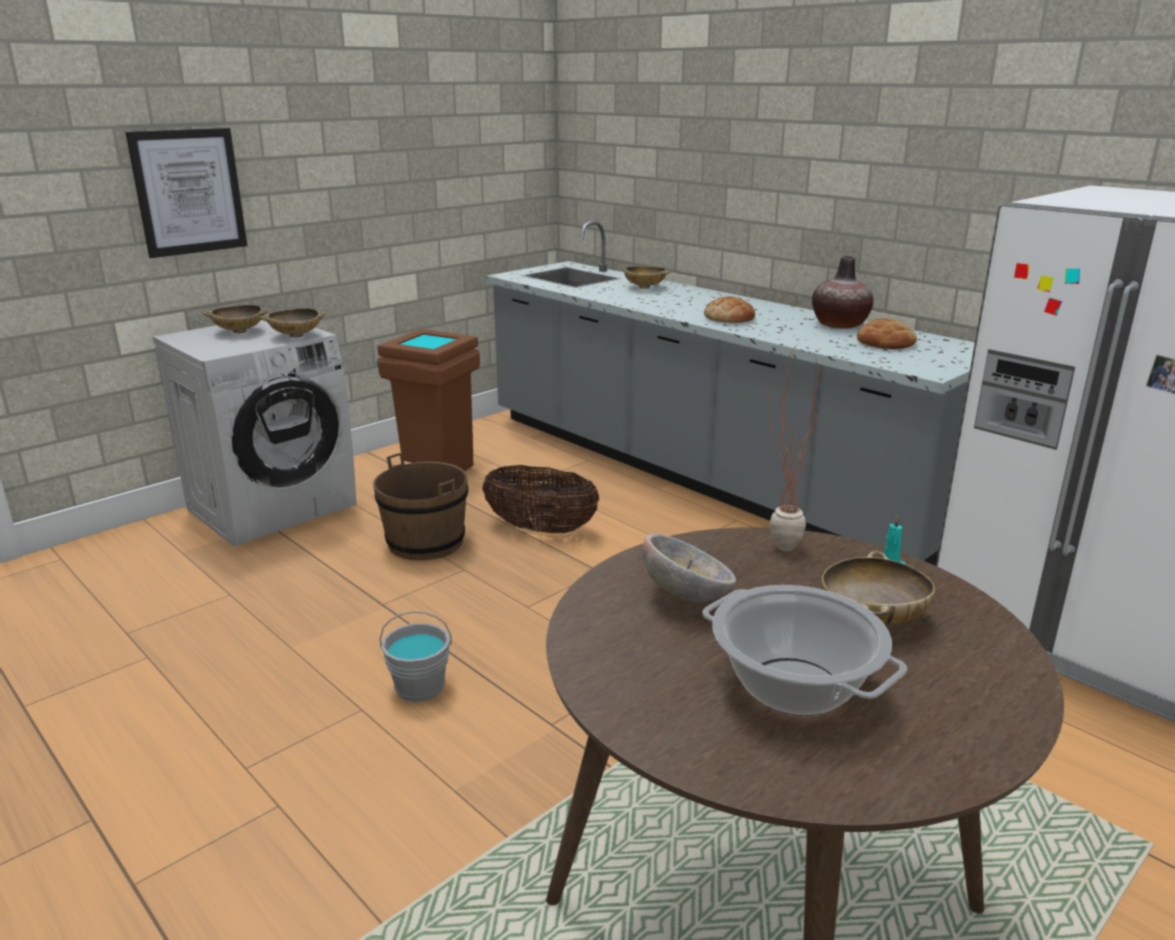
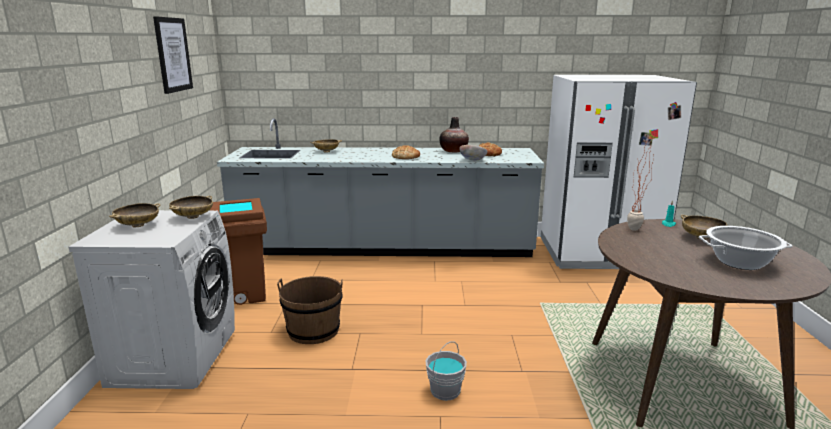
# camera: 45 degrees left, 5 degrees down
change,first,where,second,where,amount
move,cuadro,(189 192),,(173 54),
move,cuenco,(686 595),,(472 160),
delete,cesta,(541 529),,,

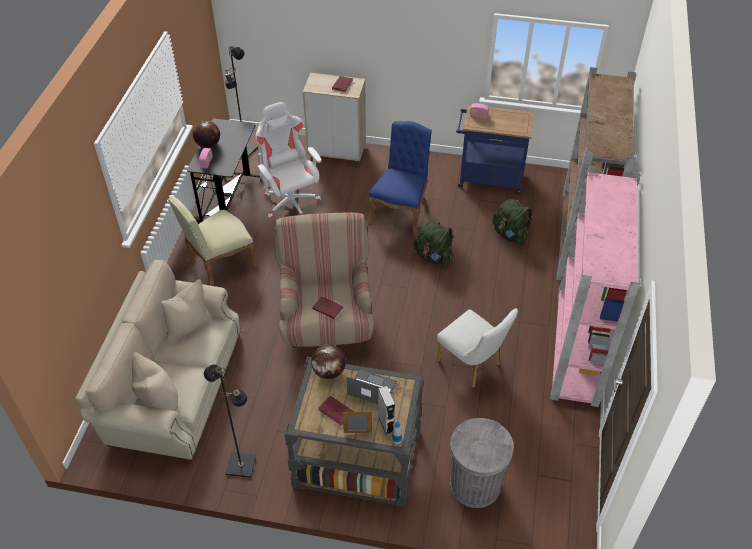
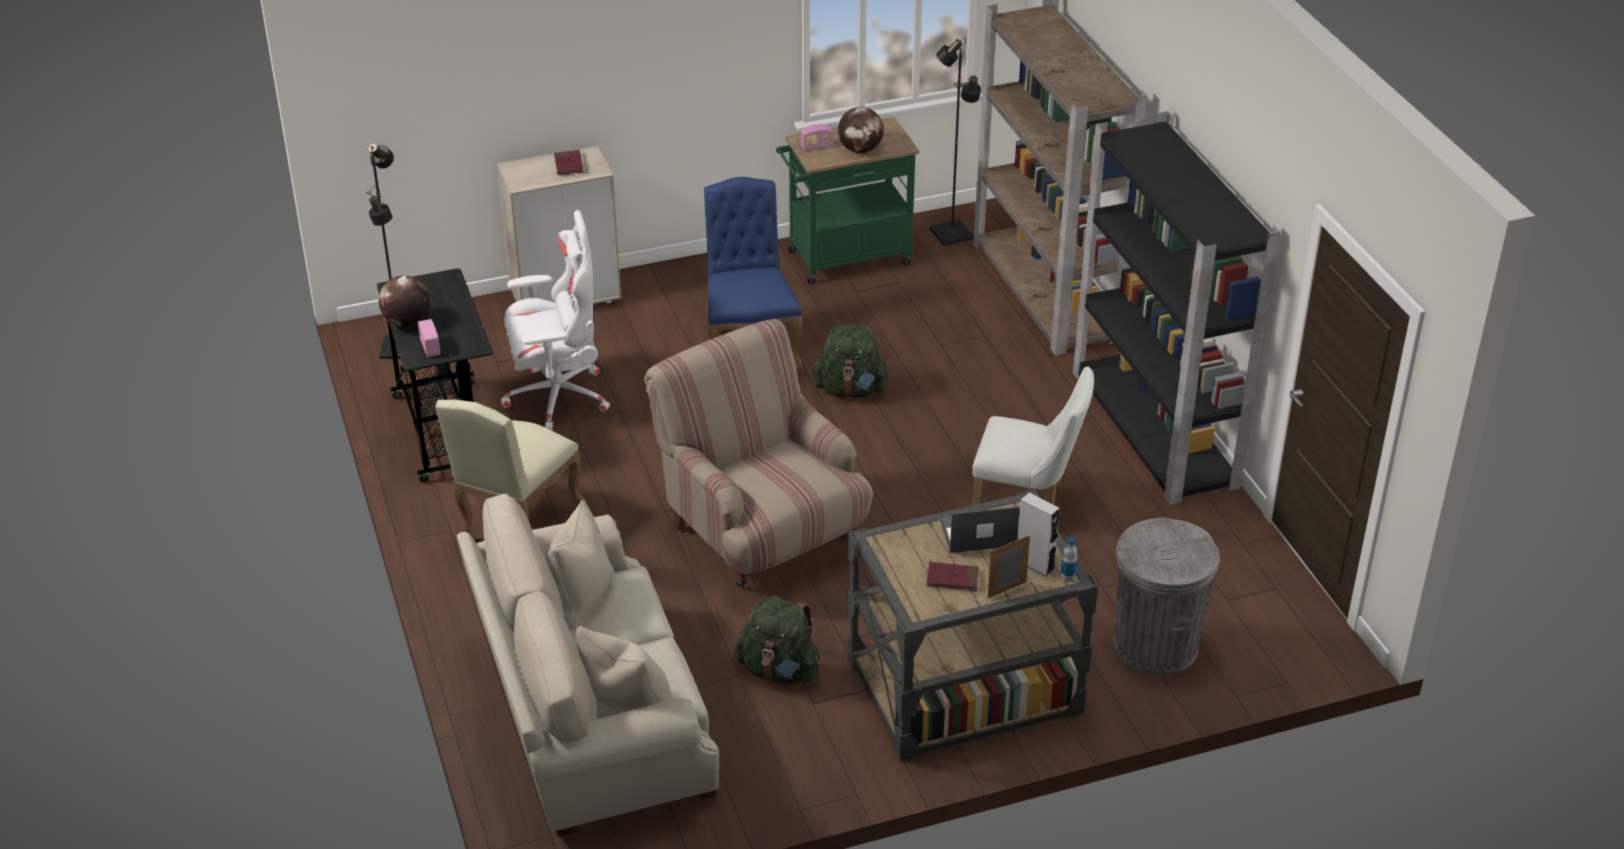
# camera: 30 degrees left, 10 degrees down
change,first,where,second,where,amount
rotate,silla de oficina/blanco,(291 204),,(556 398),135 degrees clockwise
move,mochila/verde,(509 234),,(779 671),
recolor,carrito/azul,(488 179),carrito/verde,(845 259),
move,globo terráqueo,(329 372),,(860 150),
move,lámpara de pie/negro,(241 465),,(952 234),
recolor,estantería/rosa,(577 347),estantería/negro,(1154 429),
delete,libro/rojo,(327 308),,,

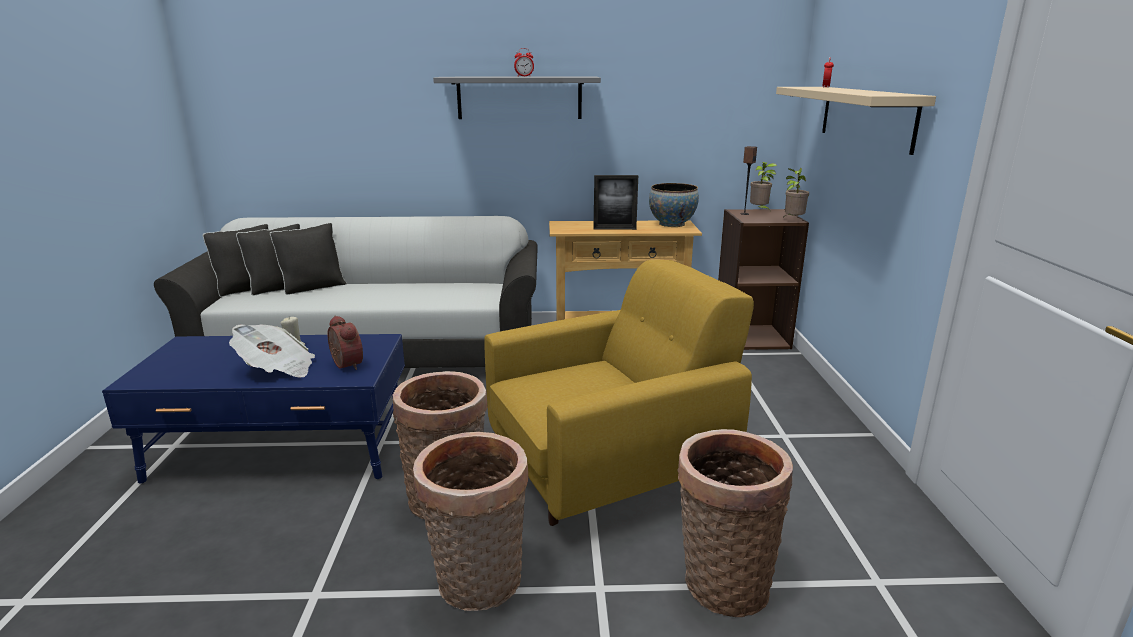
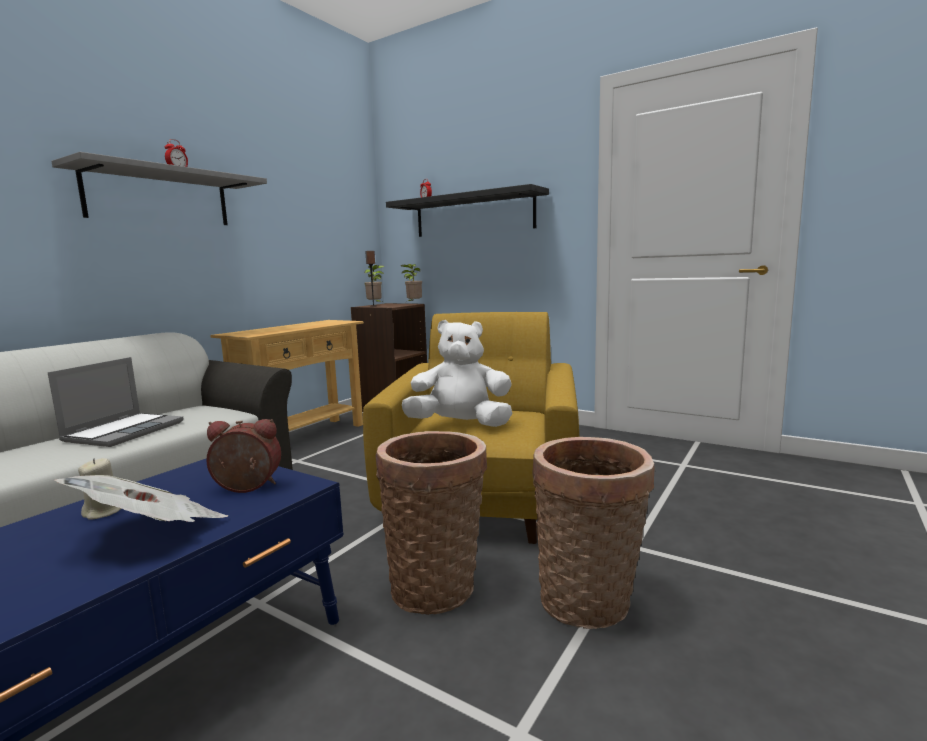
# camera: 55 degrees left, 10 degrees down
change,first,where,second,where,amount
insert,,,portátil,(125 431),
recolor,estante/beis,(866 116),estante/negro,(473 215),
insert,,,peluche/blanco,(460 425),
delete,portarretratos,(614 229),,,
delete,cuenco,(672 224),,,
delete,cesta,(721 582),,,

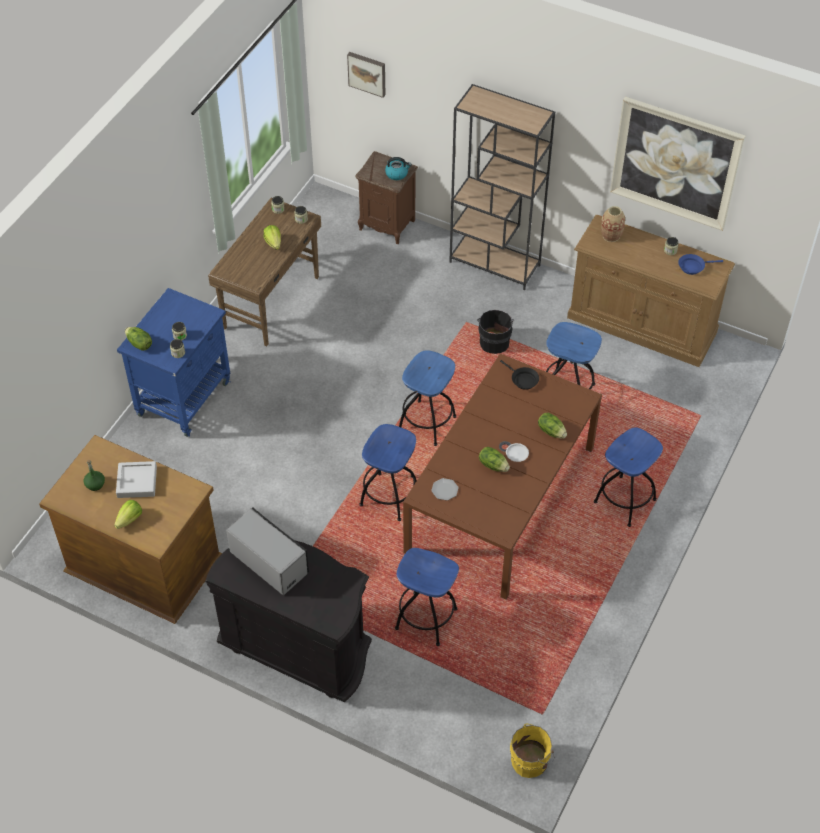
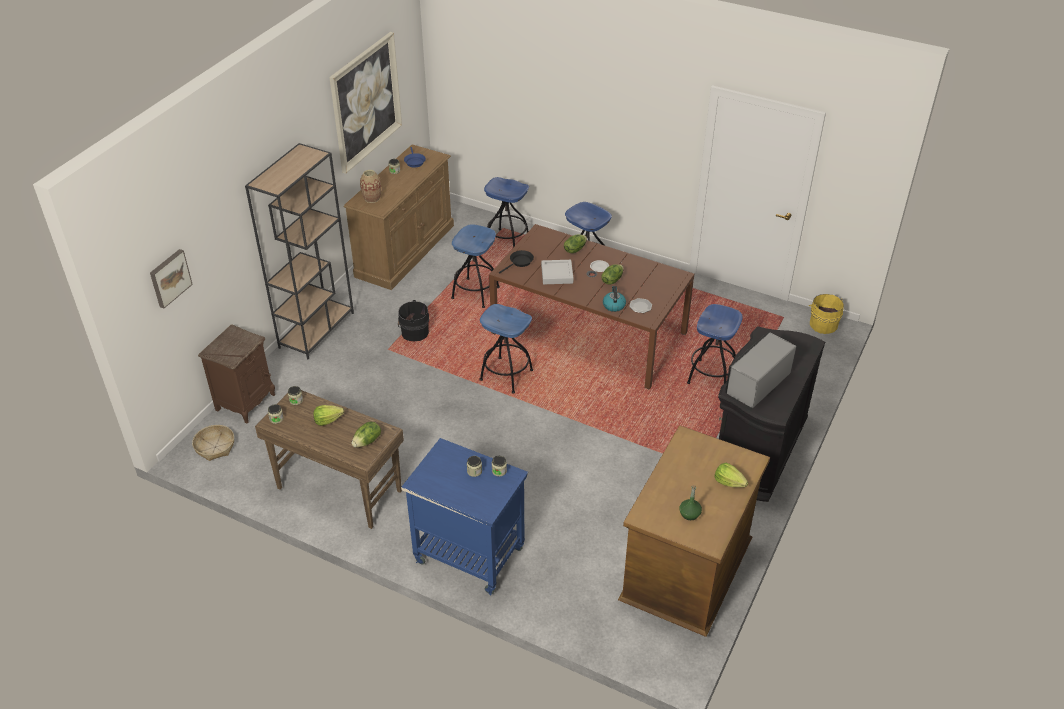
# camera: 90 degrees left, 10 degrees down
change,first,where,second,where,amount
insert,,,cesta,(215 447),
move,lechuga,(139 344),,(367 441),
move,taburete/azul,(389 496),,(506 241),
move,bandeja/gris,(137 482),,(557 274),
move,hervidor,(397 174),,(613 305),

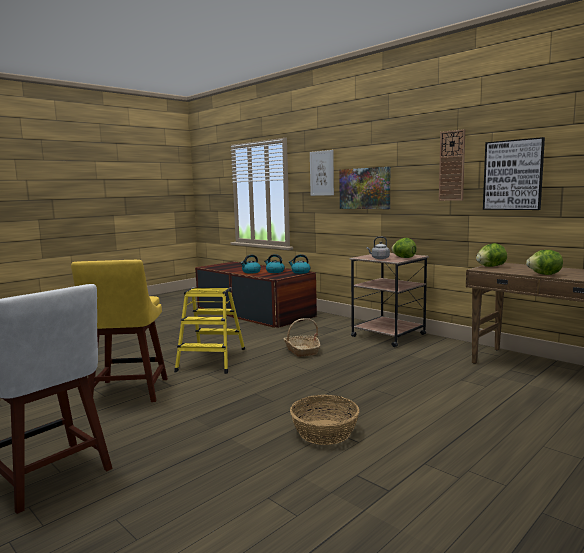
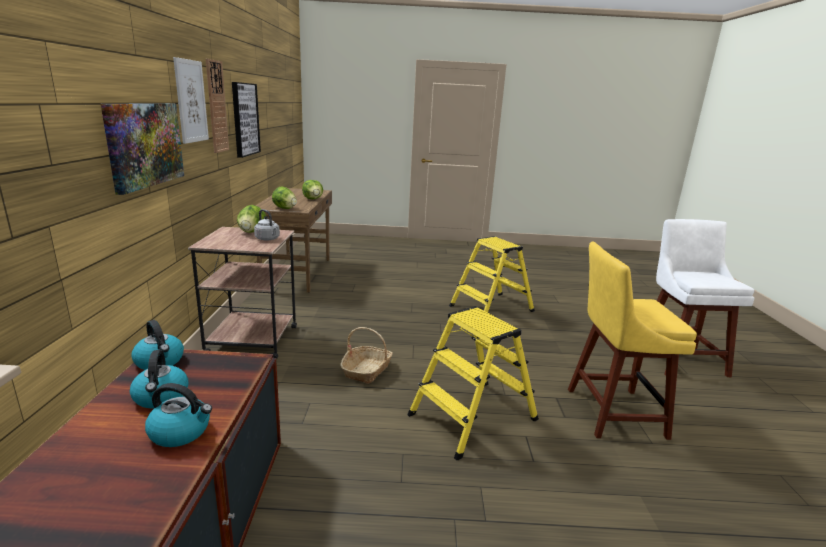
# camera: 135 degrees left, 10 degrees up
change,first,where,second,where,amount
move,cuadro,(322 173),,(191 101),
replace,cesta,(325 432),escalera de tijera/amarillo,(491 308),
rotate,silla/amarillo,(127 393),,(609 412),135 degrees counterclockwise

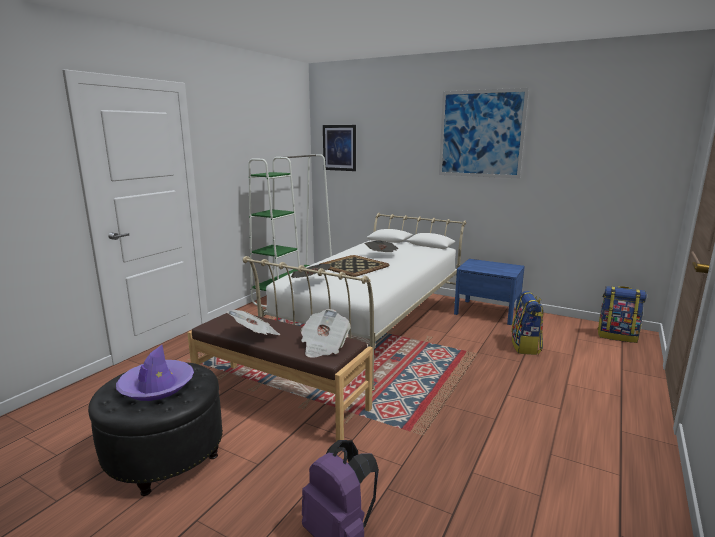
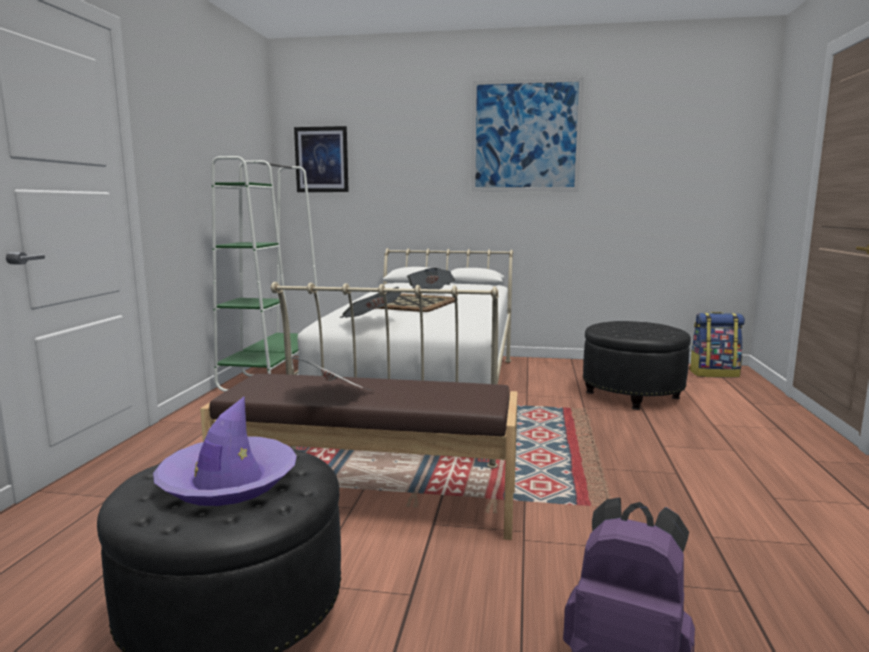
# camera: 20 degrees left, 5 degrees down
change,first,where,second,where,amount
replace,mochila,(526 346),puf/negro,(632 395),
delete,periódico,(324 346),,,
delete,mesita de noche/azul,(487 312),,,

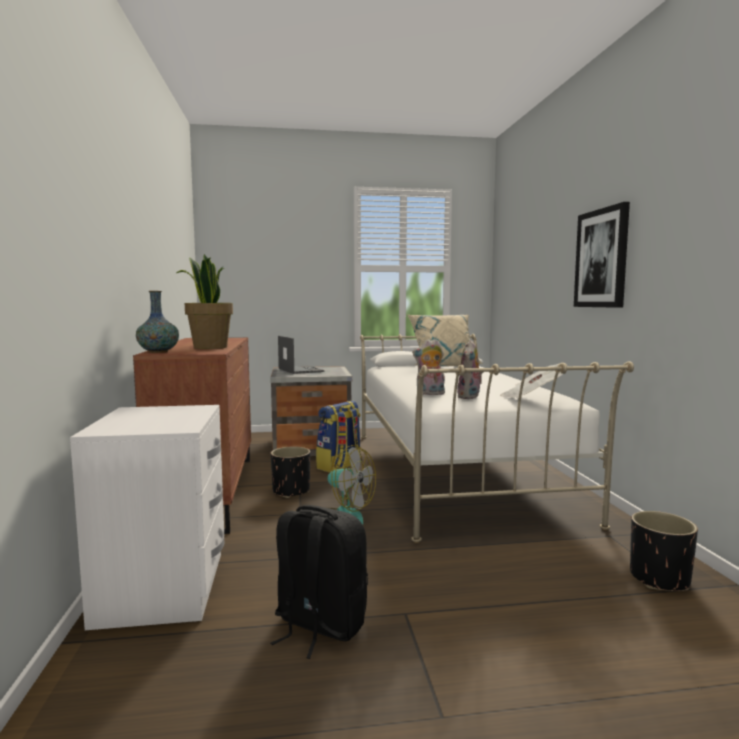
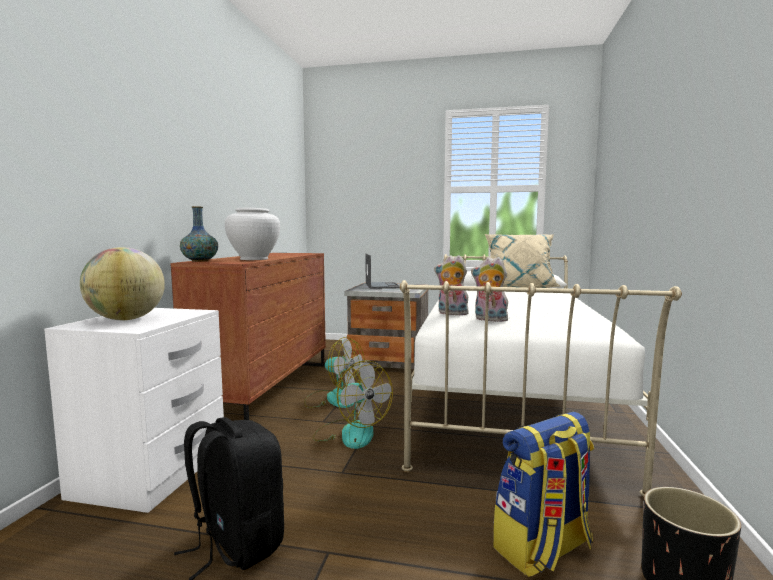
# camera: 20 degrees right, 0 degrees up
change,first,where,second,where,amount
insert,,,globo terráqueo,(126 319),
replace,planta en maceta,(209 347),florero/blanco,(254 259),
replace,maceta/negro,(291 491),ventilador,(333 398),
rotate,peluche,(470 397),,(489 320),75 degrees clockwise
move,mochila,(340 466),,(543 549),
delete,periódico,(532 397),,,
delete,cuadro,(601 258),,,

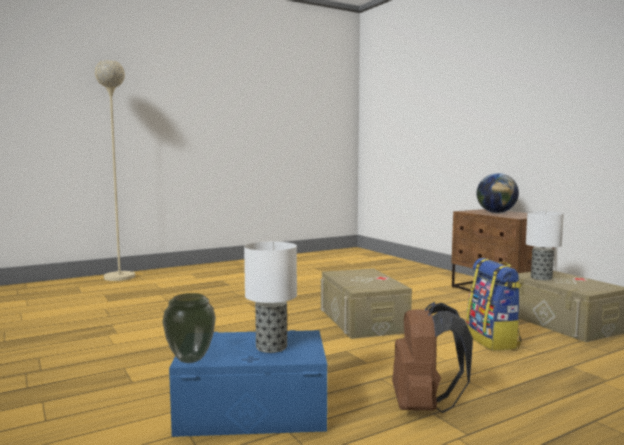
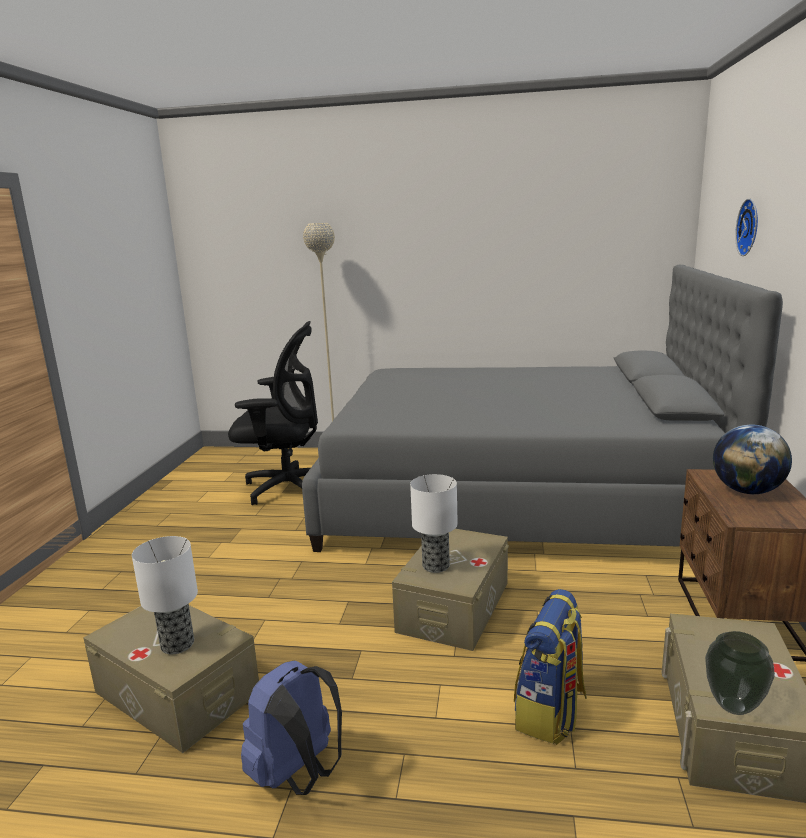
# camera: 40 degrees right, 10 degrees up
change,first,where,second,where,amount
recolor,caja de almacenaje/azul,(252 409),caja de almacenaje/beis,(177 692),
insert,,,silla de oficina/negro,(282 489),
recolor,mochila/marrón,(424 407),mochila/azul,(298 774),
insert,,,cama/gris,(516 498),
move,lámpara de mesa,(541 278),,(436 565),
move,florero,(189 359),,(732 705),
insert,,,reloj de pared,(751 227),

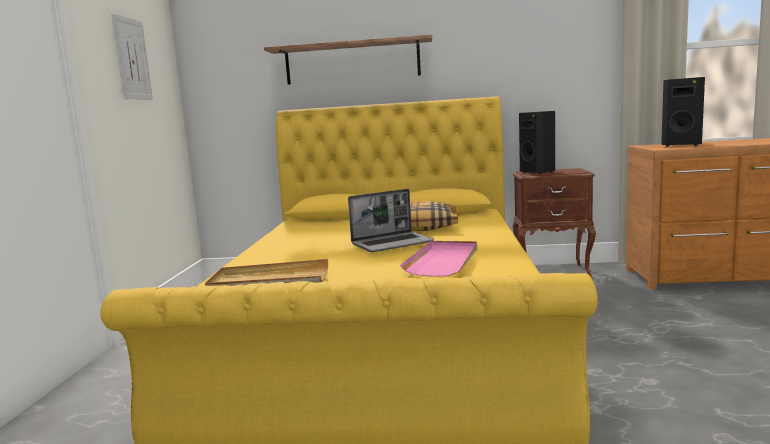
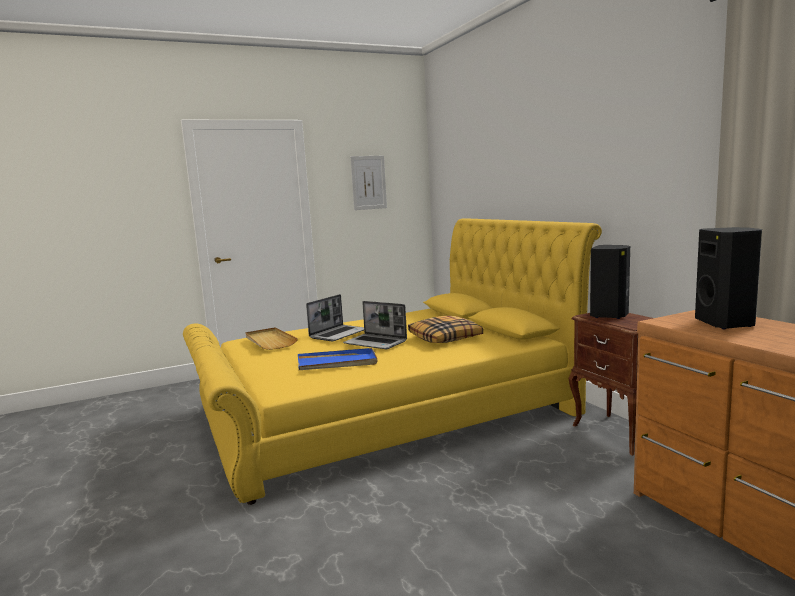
# camera: 60 degrees right, 0 degrees up
change,first,where,second,where,amount
recolor,bandeja/rosa,(443 261),bandeja/azul,(337 363),
insert,,,portátil,(338 334),
delete,estante,(352 62),,,

